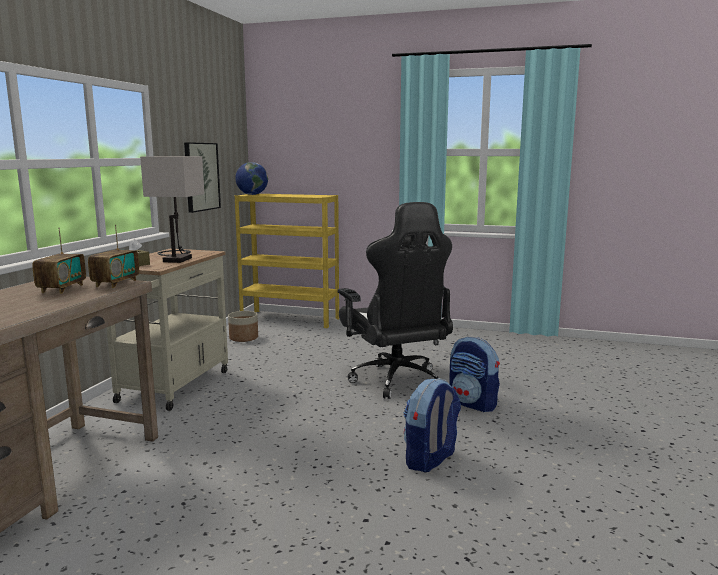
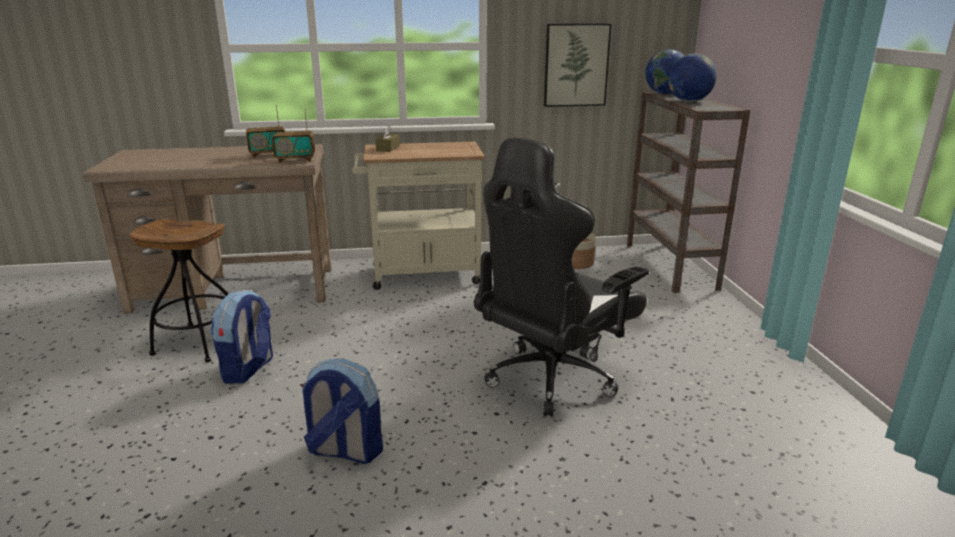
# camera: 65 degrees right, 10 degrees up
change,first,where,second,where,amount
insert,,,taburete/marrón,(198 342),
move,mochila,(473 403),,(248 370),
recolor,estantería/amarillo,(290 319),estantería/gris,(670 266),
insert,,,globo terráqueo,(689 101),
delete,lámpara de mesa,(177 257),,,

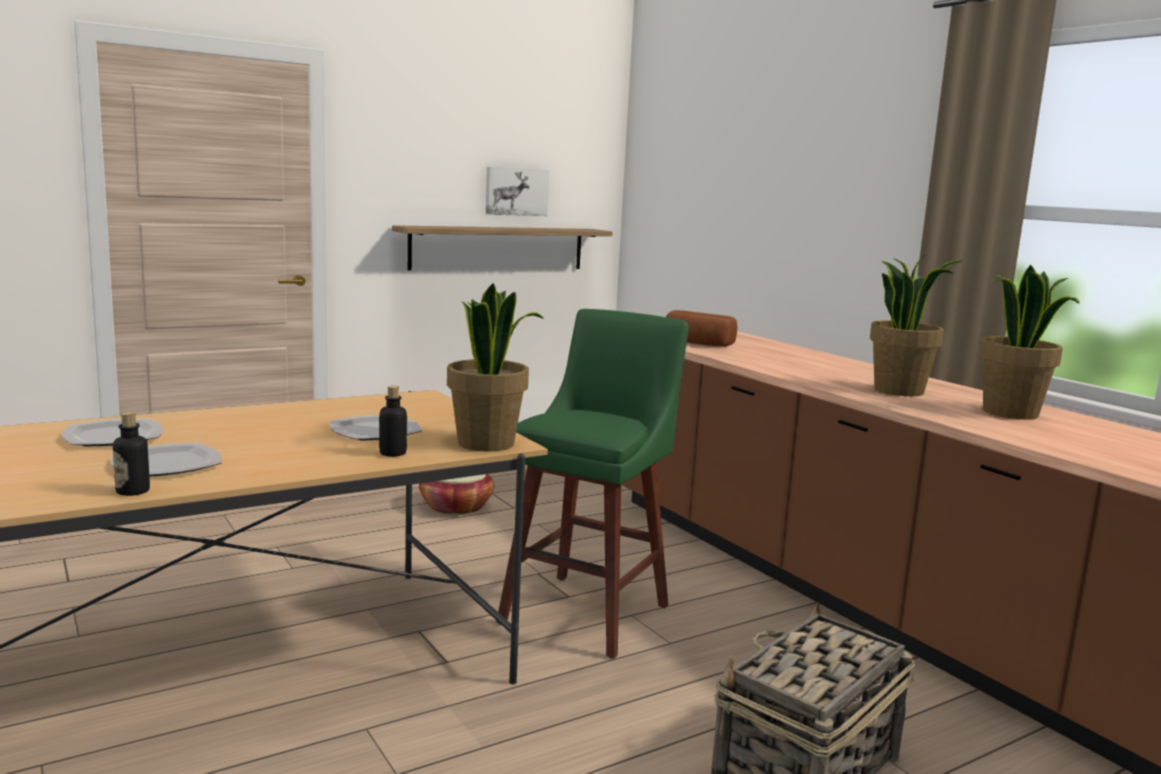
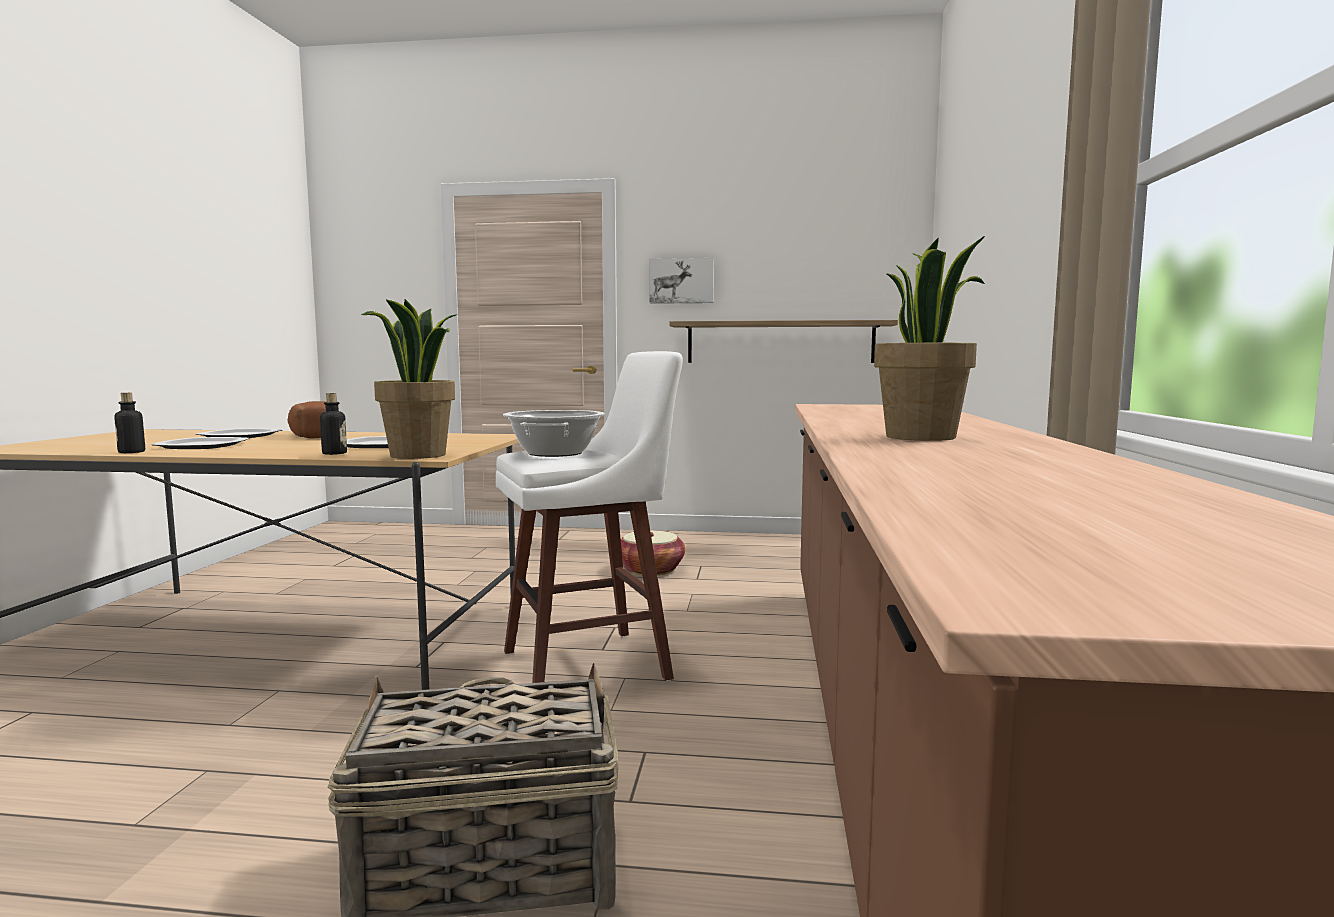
# camera: 40 degrees right, 5 degrees down
change,first,where,second,where,amount
move,pan,(696 343),,(309 435),
recolor,taburete/verde,(588 613),taburete/blanco,(590 665),
insert,,,olla,(555 453),
move,cuadro,(516 191),,(681 281),
delete,planta en maceta,(1011 413),,,

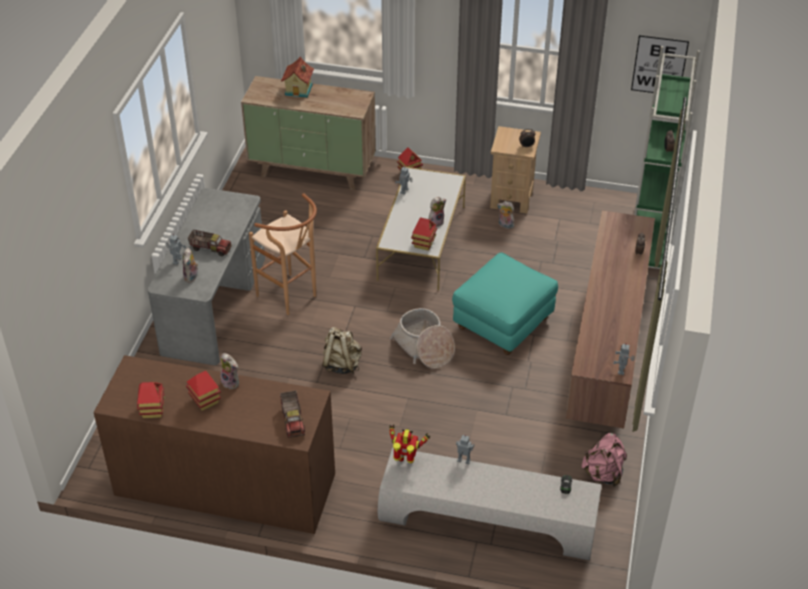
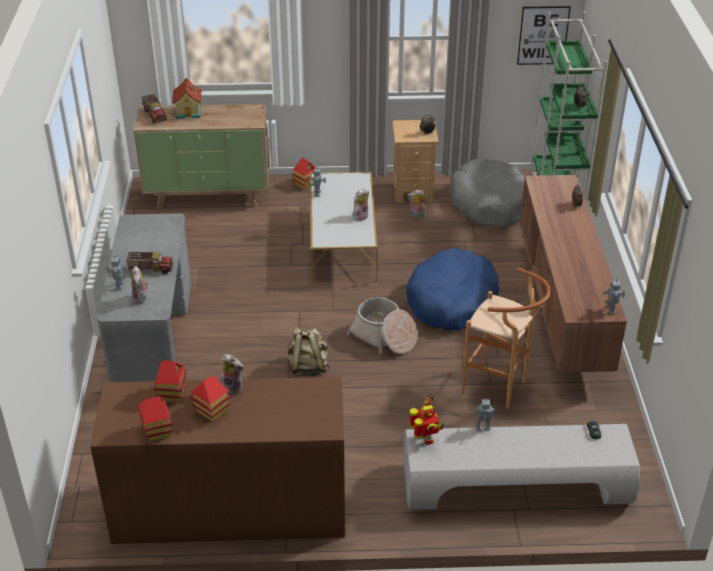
# camera: 15 degrees left, 5 degrees down
change,first,where,second,where,amount
move,camión de juguete,(293 420),,(155 115),
move,casita,(424 244),,(172 394),
replace,puf/turquesa,(503 323),cama para perro/azul,(451 301),
rotate,robot de juguete,(406 460),,(425 439),75 degrees clockwise
insert,,,cama para perro/gris,(490 203),
move,taburete/marrón,(291 298),,(500 389),
delete,mochila/rosa,(603 474),,,

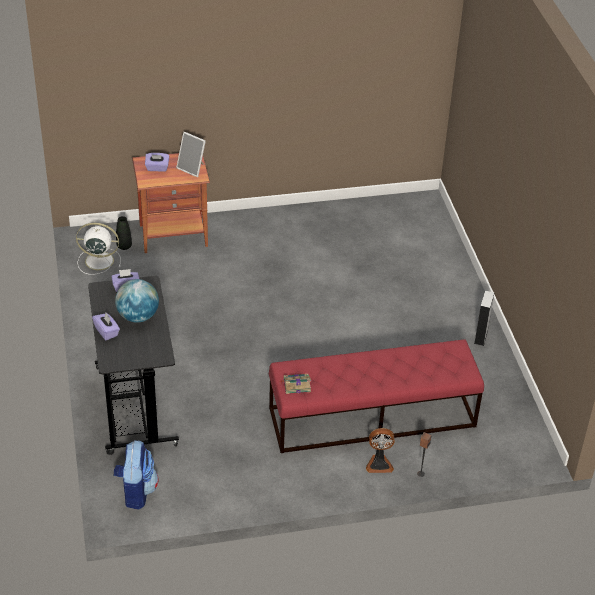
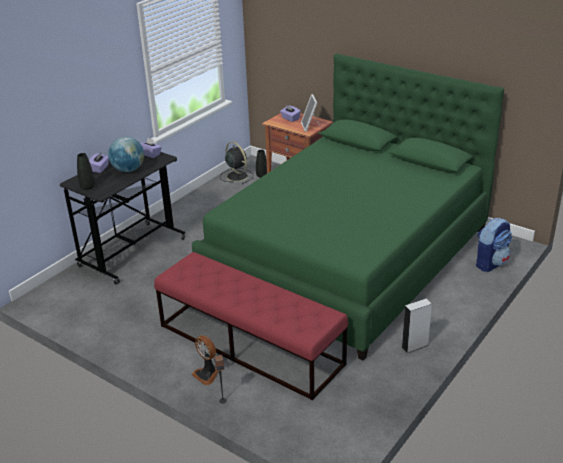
# camera: 50 degrees right, 10 degrees down
change,first,where,second,where,amount
insert,,,florero/negro,(87 187),
insert,,,cama/verde,(348 258),
recolor,ventilador/blanco,(98 261),ventilador/negro,(236 176),
move,mochila,(136 491),,(490 263),
delete,libro,(296 385),,,

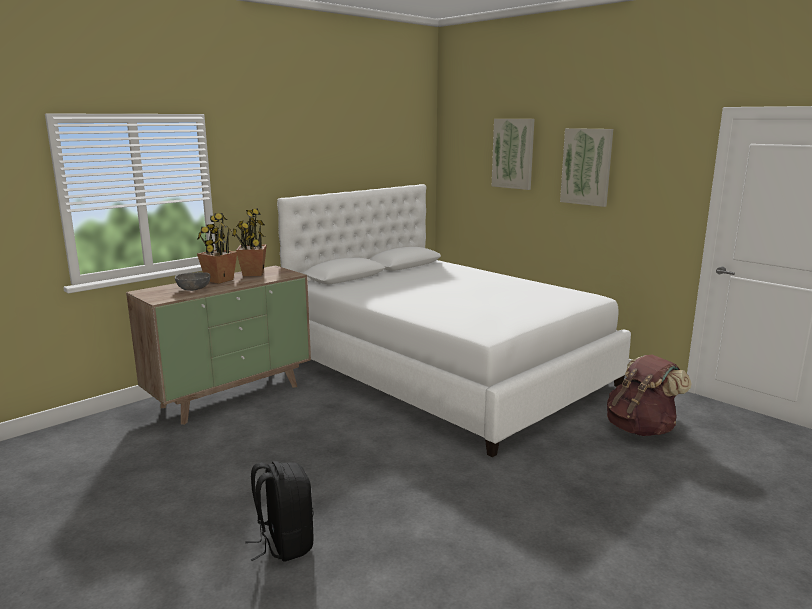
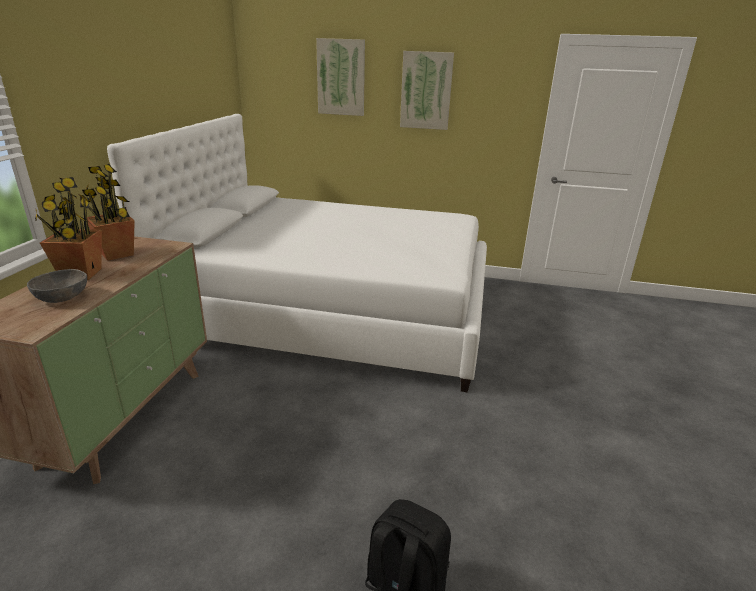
# camera: 35 degrees left, 10 degrees up
change,first,where,second,where,amount
delete,mochila/marrón,(641 429),,,

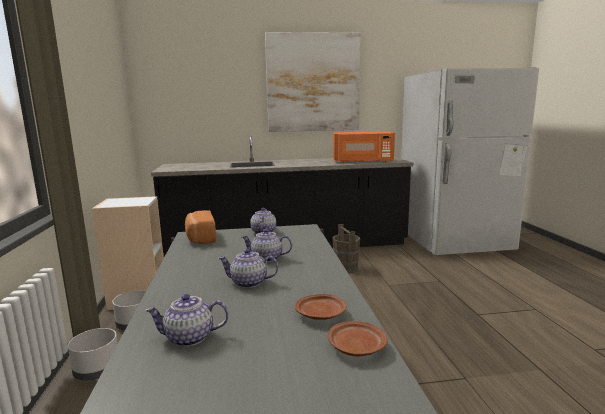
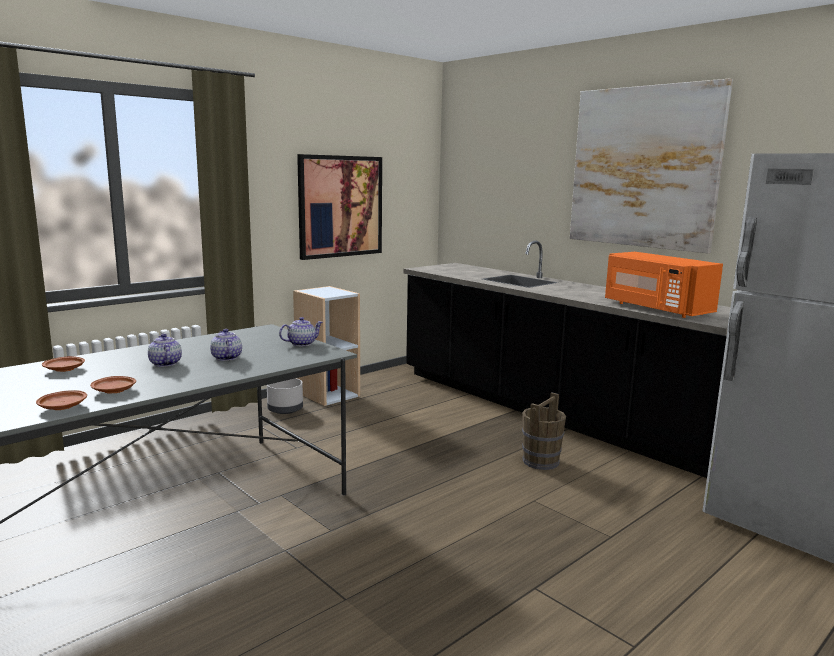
# camera: 55 degrees right, 0 degrees up
change,first,where,second,where,amount
replace,tetera,(189 338),plato/marrón,(64 369),
insert,,,cuadro,(340 206),
delete,maceta/gris,(98 370),,,
delete,pan,(200 238),,,

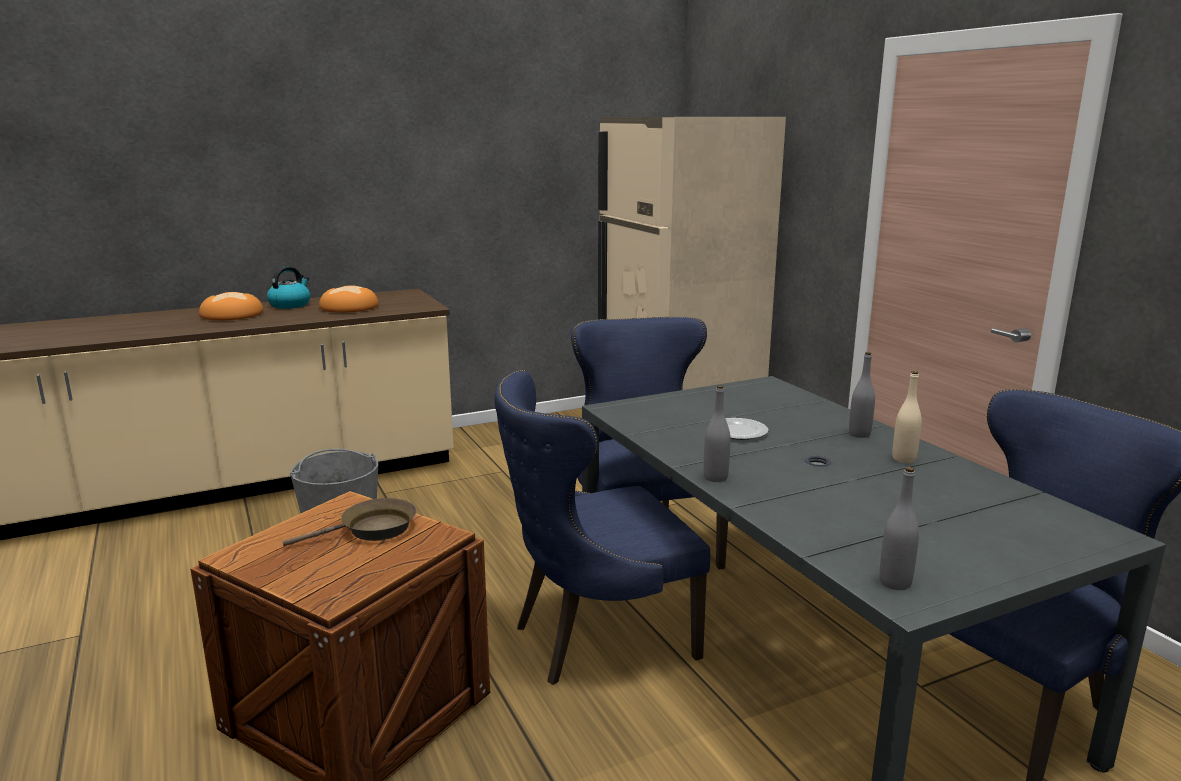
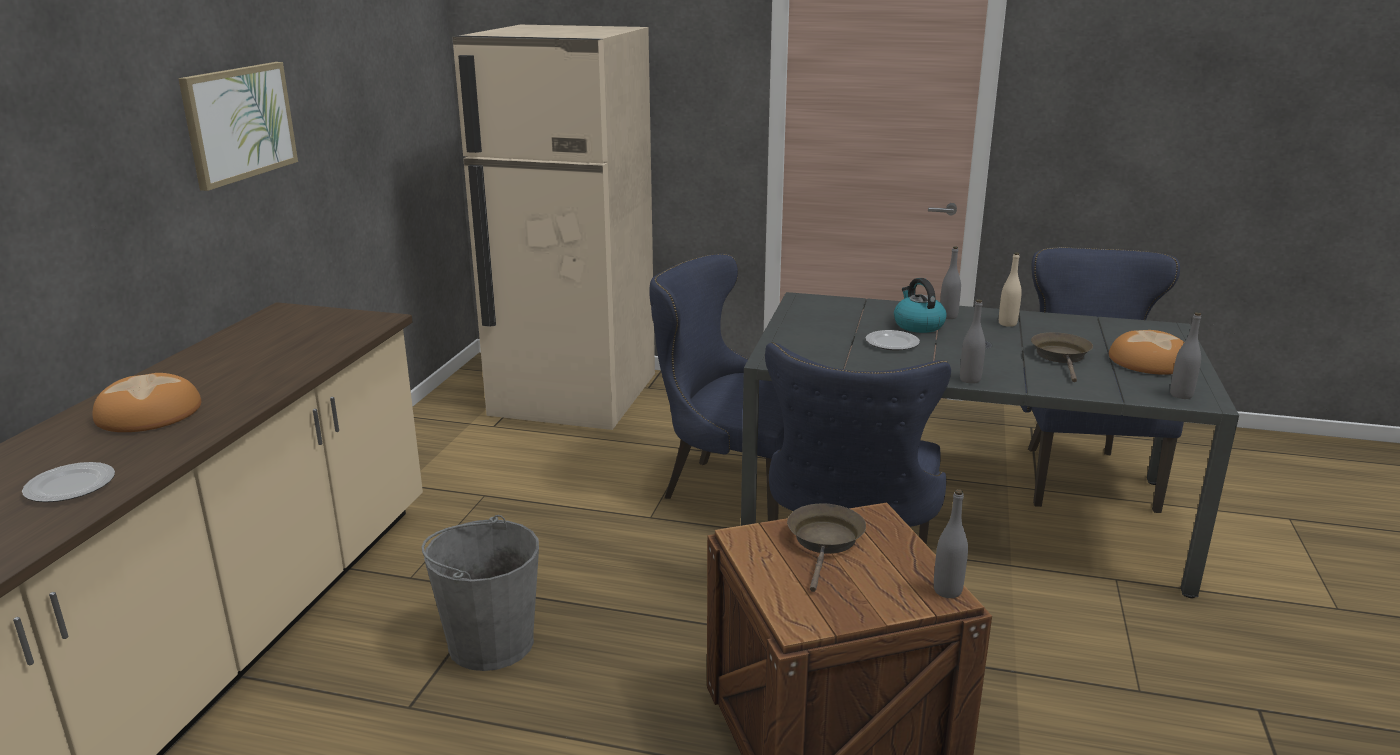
# camera: 50 degrees left, 5 degrees up
change,first,where,second,where,amount
insert,,,plato,(71 486),
insert,,,cuadro,(239 123),
move,hervidor,(290 305),,(918 325),
insert,,,botella/gris,(947 591),
insert,,,sartén/marrón,(1061 357),
move,pan,(350 307),,(1148 361),

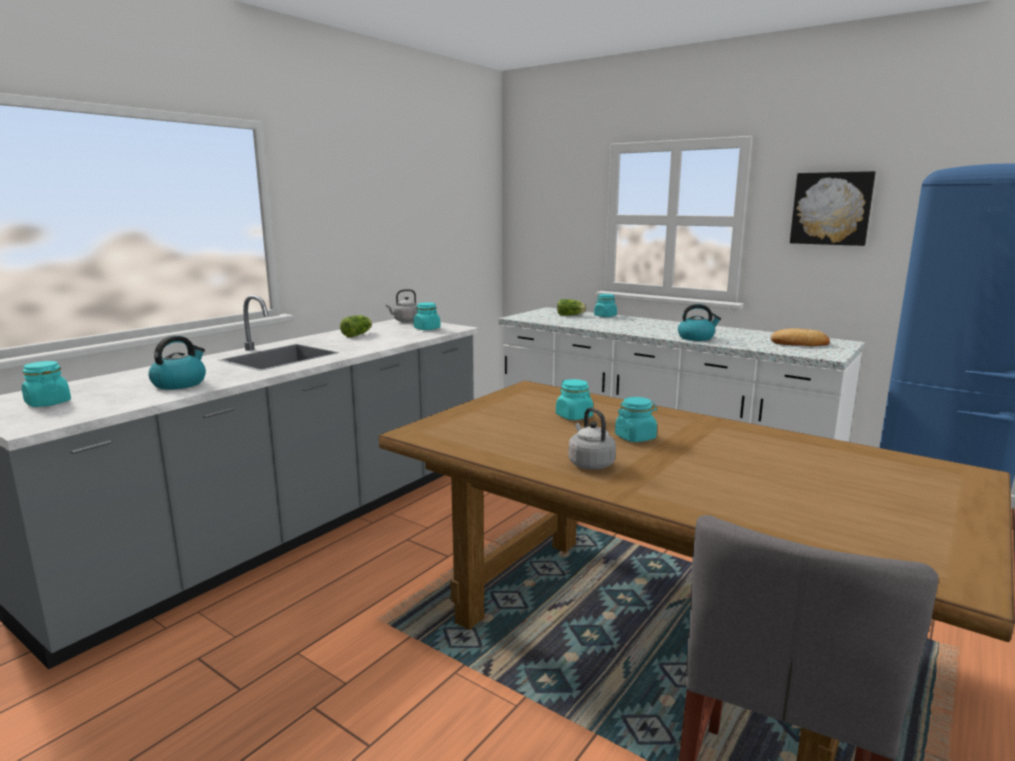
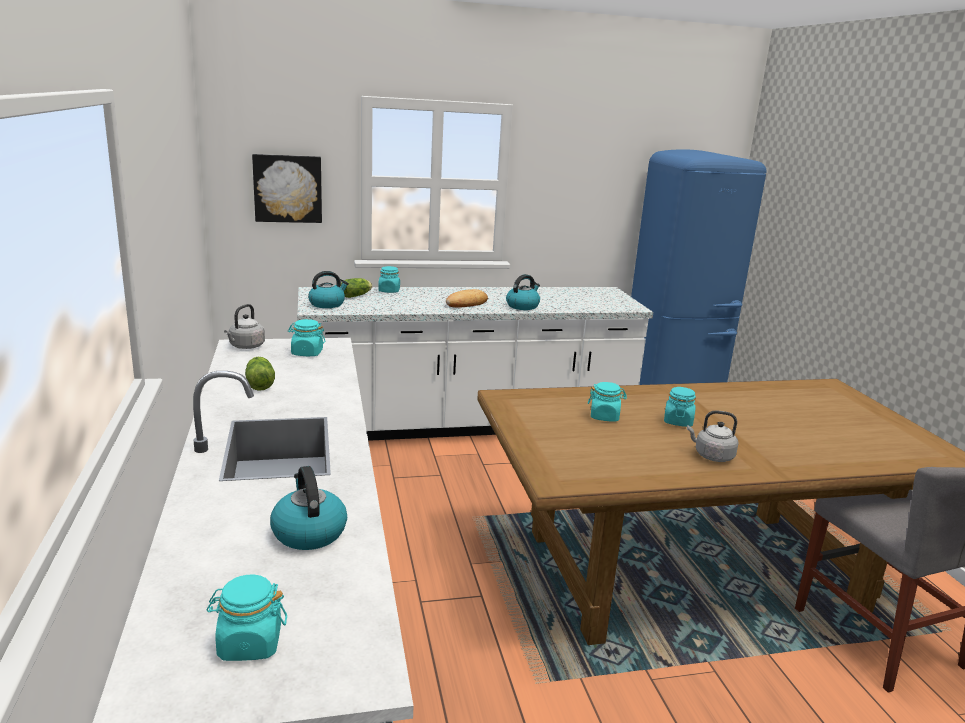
# camera: 50 degrees left, 5 degrees up
change,first,where,second,where,amount
move,cuadro,(831 208),,(288 188),
insert,,,hervidor,(327 304),
move,pan,(799 343),,(467 303),

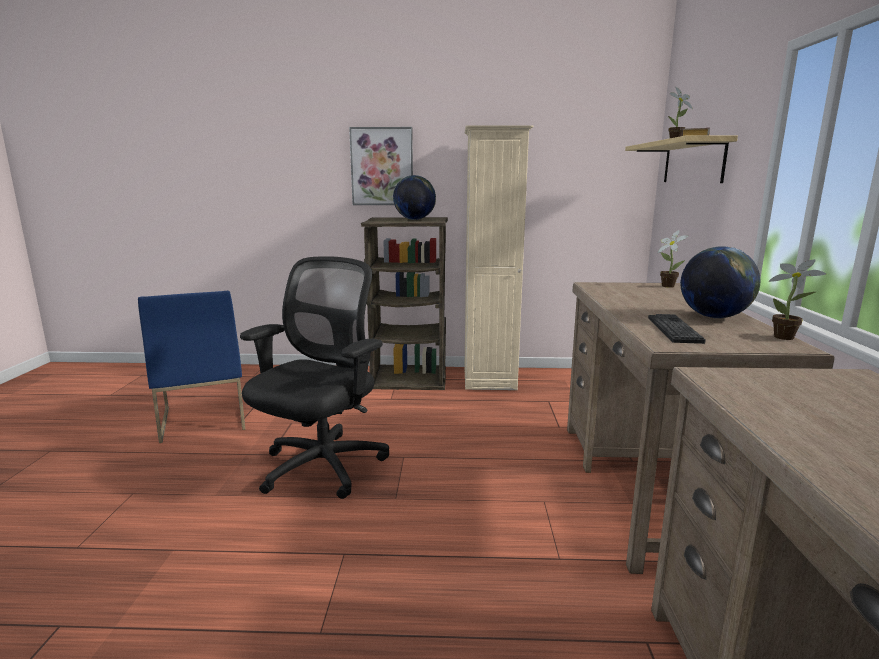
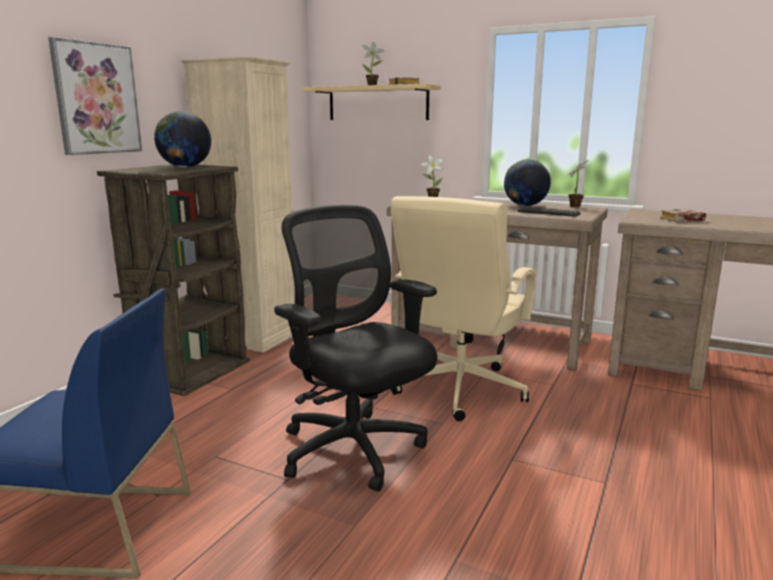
# camera: 65 degrees left, 0 degrees up
change,first,where,second,where,amount
insert,,,silla de oficina/beis,(460 388),
insert,,,libro,(681 220),

